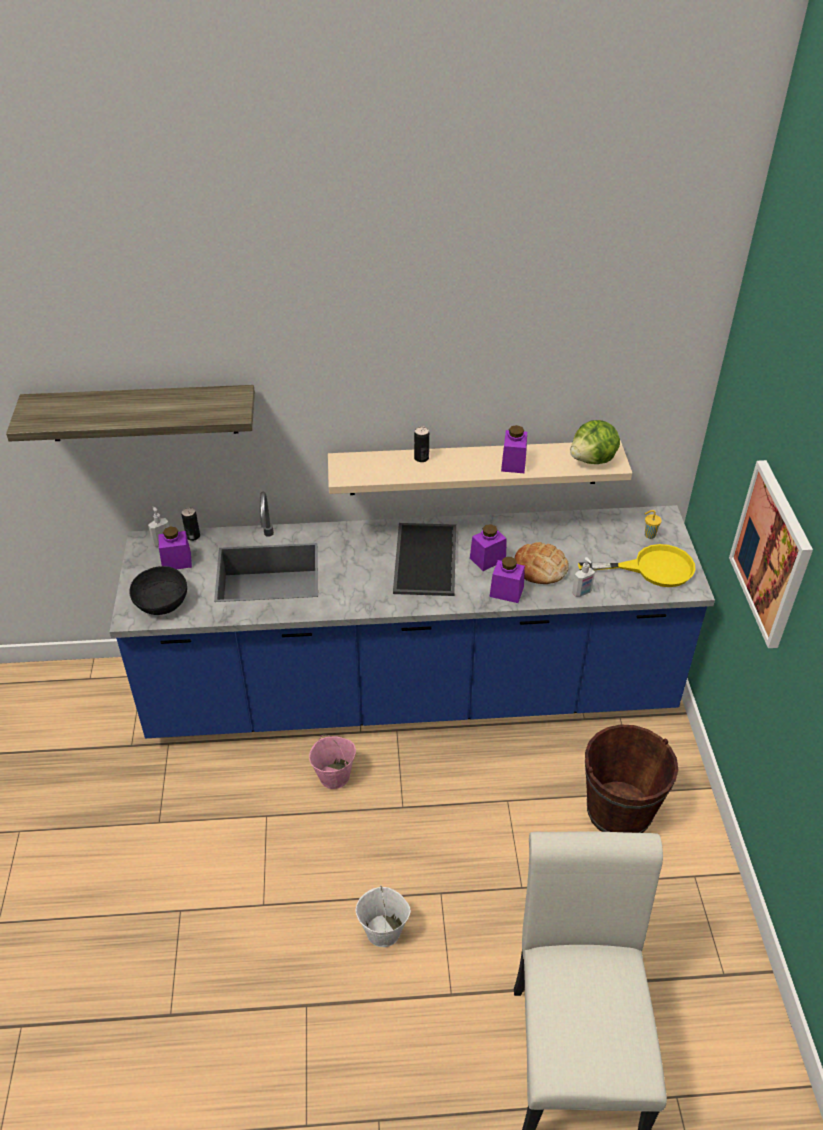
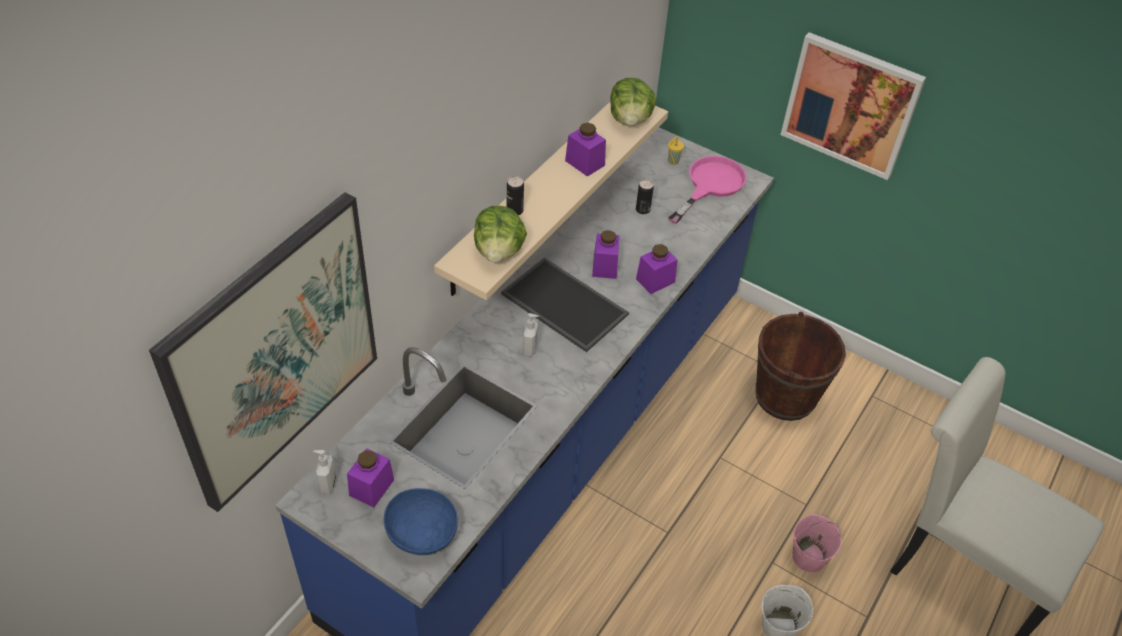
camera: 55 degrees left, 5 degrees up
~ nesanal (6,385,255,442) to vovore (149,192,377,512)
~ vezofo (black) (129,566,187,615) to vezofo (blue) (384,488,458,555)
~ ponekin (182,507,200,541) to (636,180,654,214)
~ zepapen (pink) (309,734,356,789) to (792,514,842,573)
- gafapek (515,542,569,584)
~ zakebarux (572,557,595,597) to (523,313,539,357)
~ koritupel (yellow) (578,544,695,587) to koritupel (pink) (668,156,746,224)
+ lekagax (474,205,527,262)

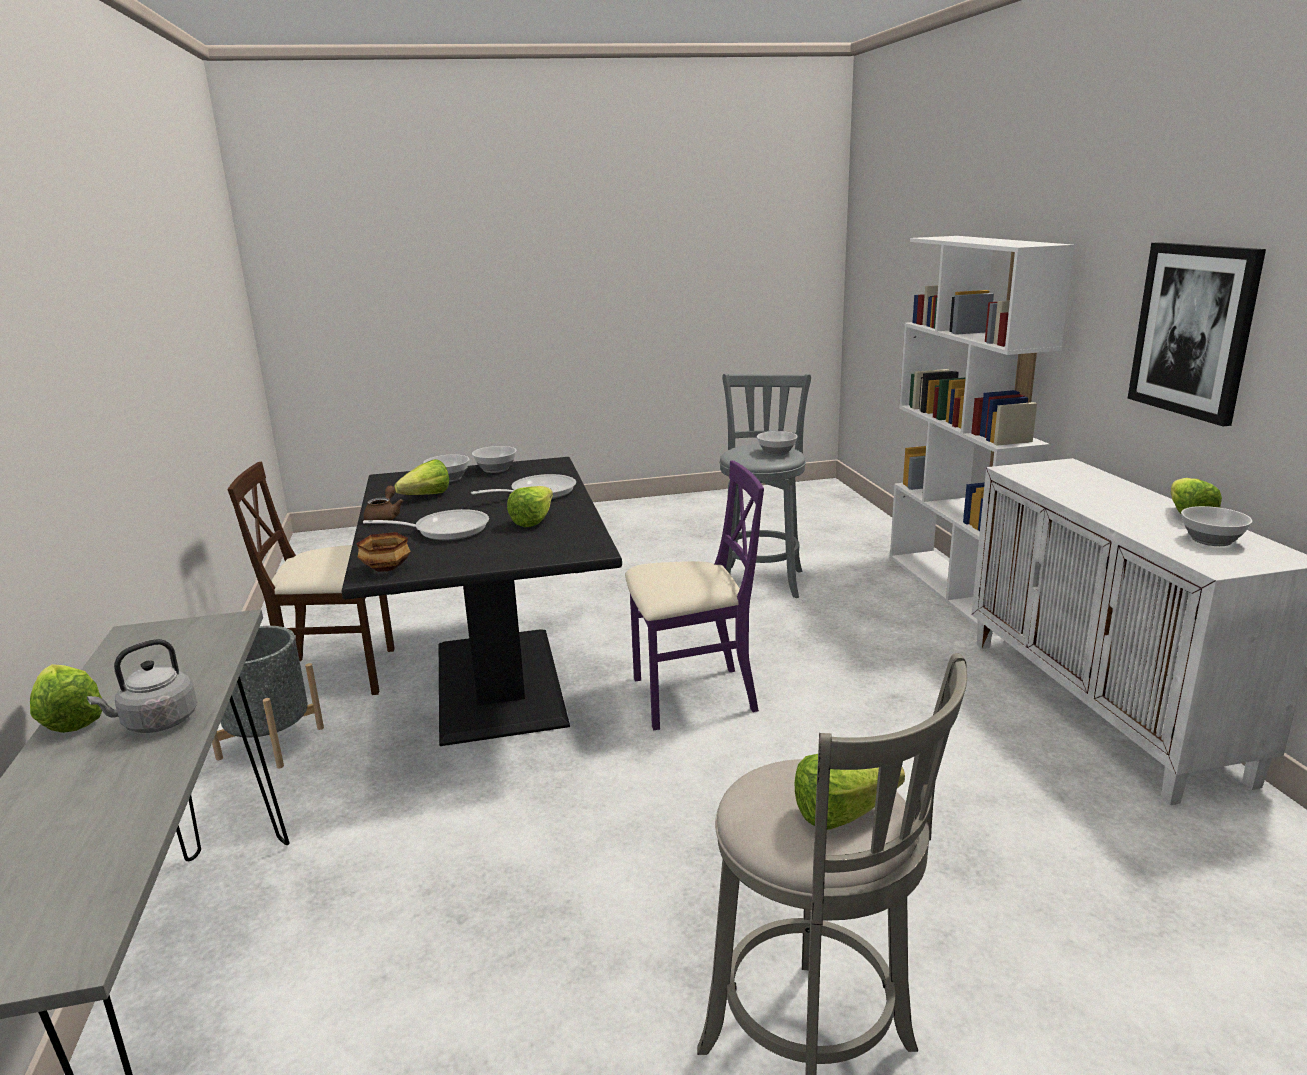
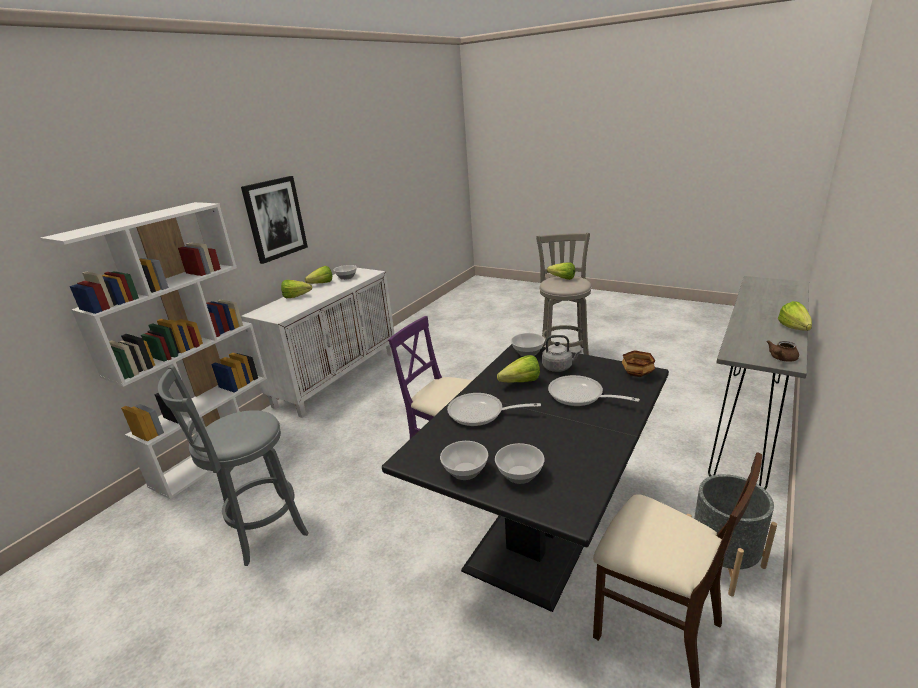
camera: 135 degrees left, 5 degrees up
~ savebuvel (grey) (87,639,197,733) to (542,335,582,372)
~ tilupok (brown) (364,486,403,520) to (767,340,799,362)
~ lekagax (394,459,449,495) to (281,280,312,298)
~ vezofo (757,431,798,456) to (511,333,545,356)

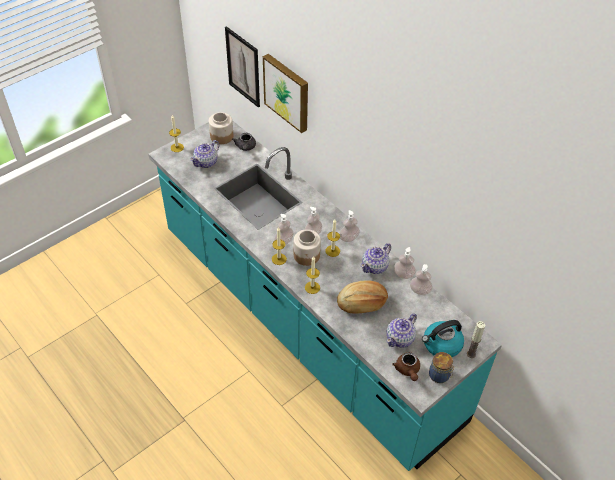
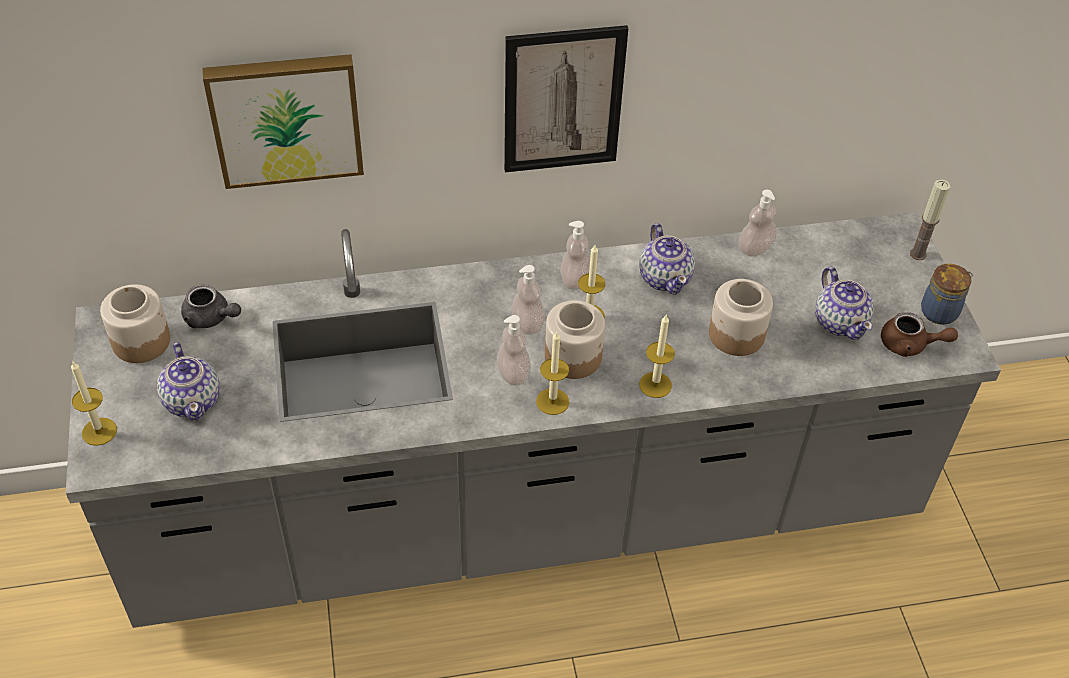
camera: 60 degrees left, 0 degrees up
~ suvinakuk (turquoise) (148,120,502,471) to suvinakuk (grey) (66,212,1001,628)
~ vovore (225,26,260,108) to (504,25,628,172)
~ gafapek (337,280,388,314) to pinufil (709,279,773,356)
- zakebarux (393,247,416,279)
- savebuvel (422,320,464,357)

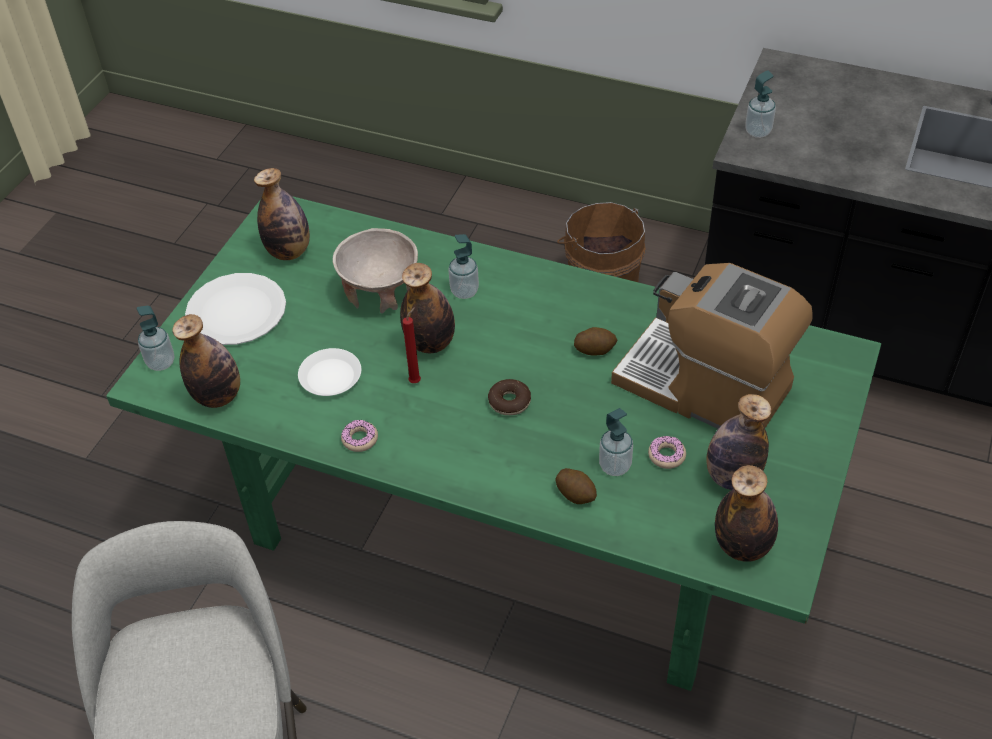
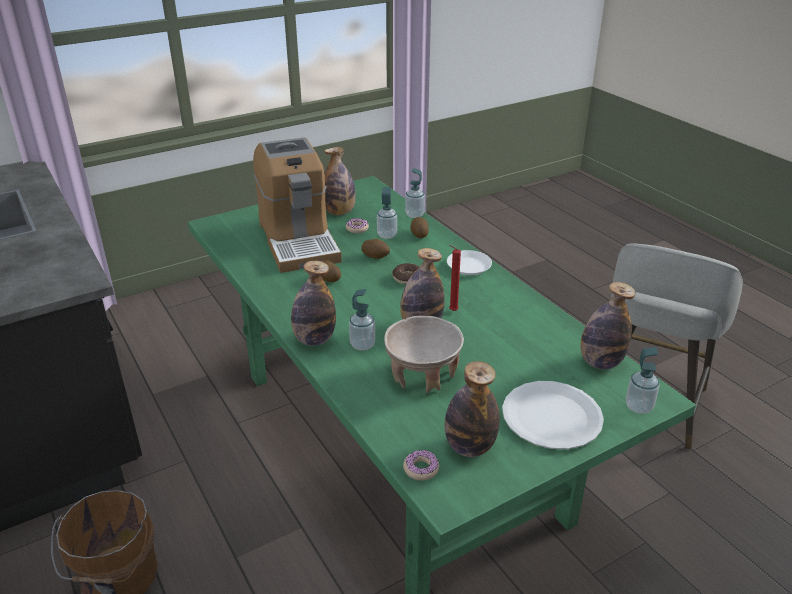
camera: 145 degrees left, 15 degrees down
~ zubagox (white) (298,348,361,396) to (447,250,492,275)
~ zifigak (341,420,378,452) to (403,450,439,481)
~ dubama (715,465,778,562) to (291,261,336,346)
~ zakebarux (745,70,776,138) to (405,168,425,218)
+ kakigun (361,239,390,259)

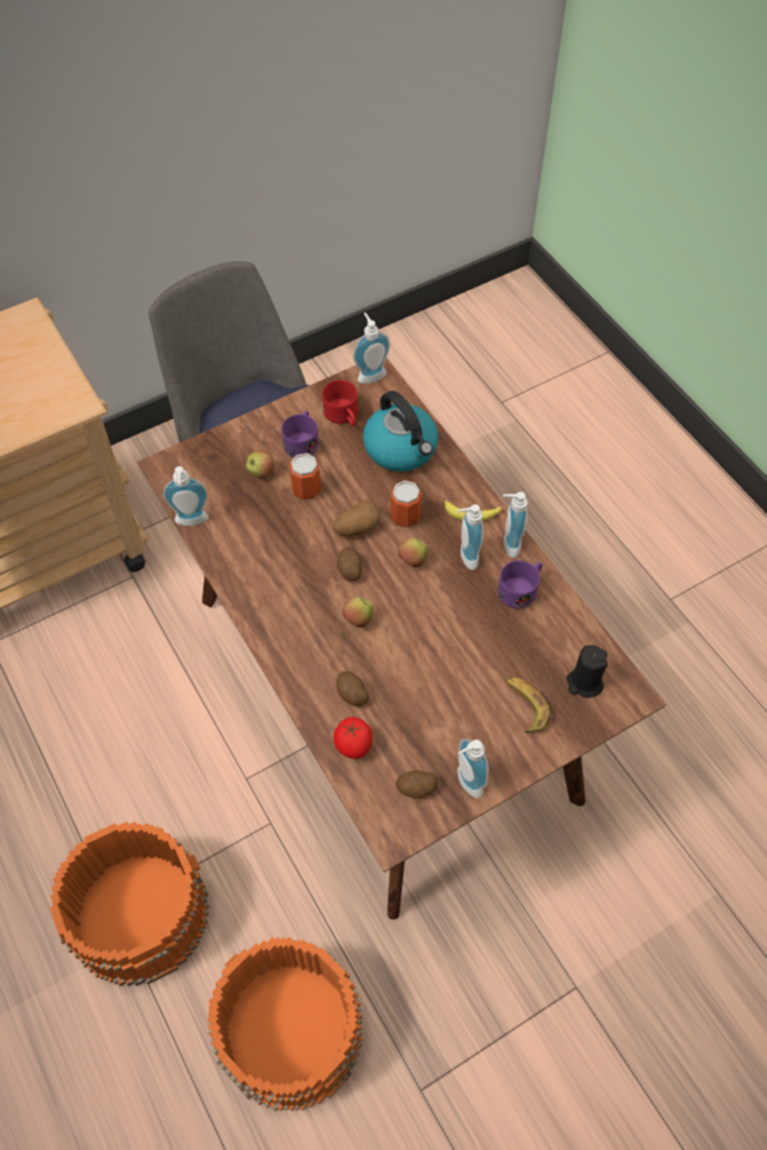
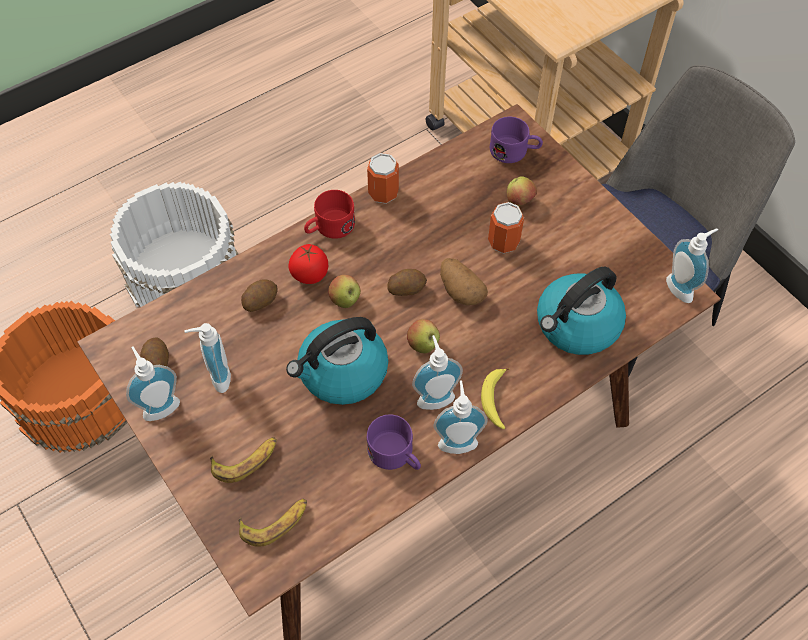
camera: 85 degrees right, 0 degrees up
~ zepapen (orange) (50,822,209,986) to zepapen (white) (110,182,238,307)
~ zakebarux (163,466,209,526) to (184,323,231,393)
~ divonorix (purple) (281,410,319,458) to (490,117,543,163)
~ divonorix (red) (322,380,358,426) to (304,190,355,239)
~ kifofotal (333,717,373,759) to (288,244,328,284)
~ ponekin (391,480,422,528) to (367,153,399,204)
~ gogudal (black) (566,645,608,698) to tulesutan (239,499,307,547)
+ savebuvel (286,317,388,405)

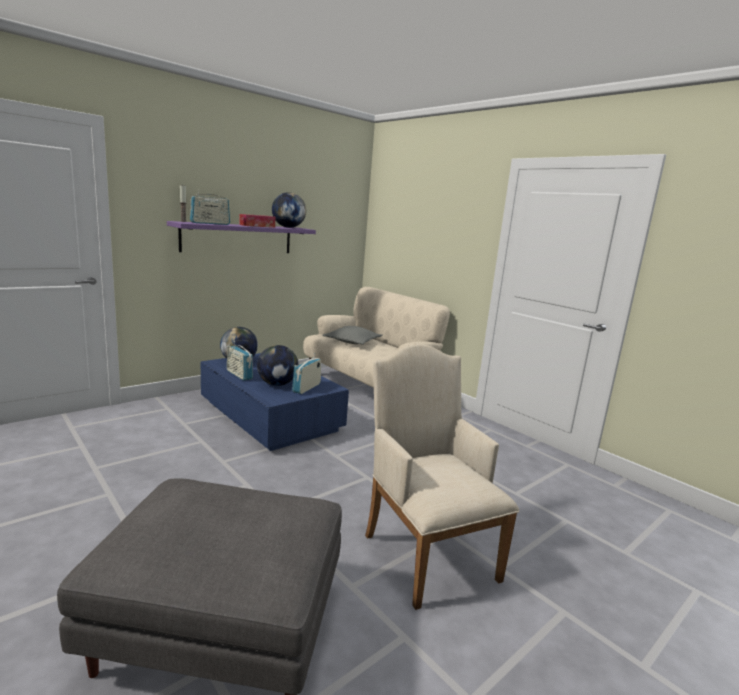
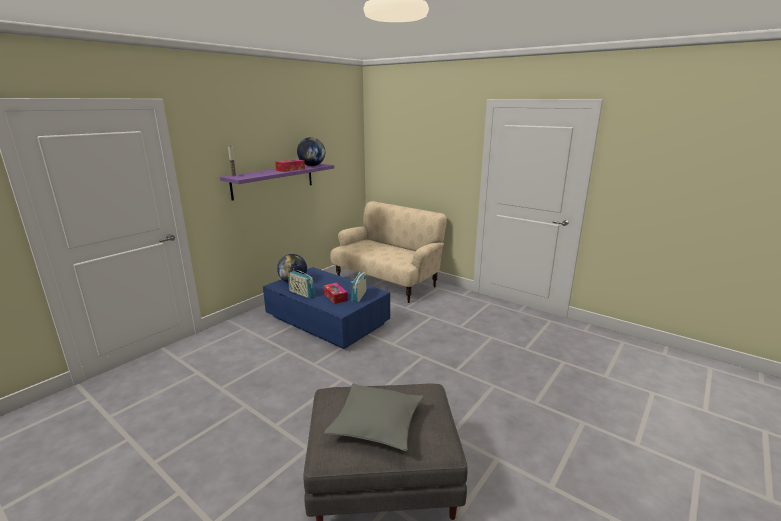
camera: 10 degrees left, 5 degrees up
- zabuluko (190,190,230,225)
~ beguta (257,345,298,386) to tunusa (323,283,348,304)
~ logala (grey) (322,326,382,345) to (324,383,424,451)
- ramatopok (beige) (365,344,519,610)

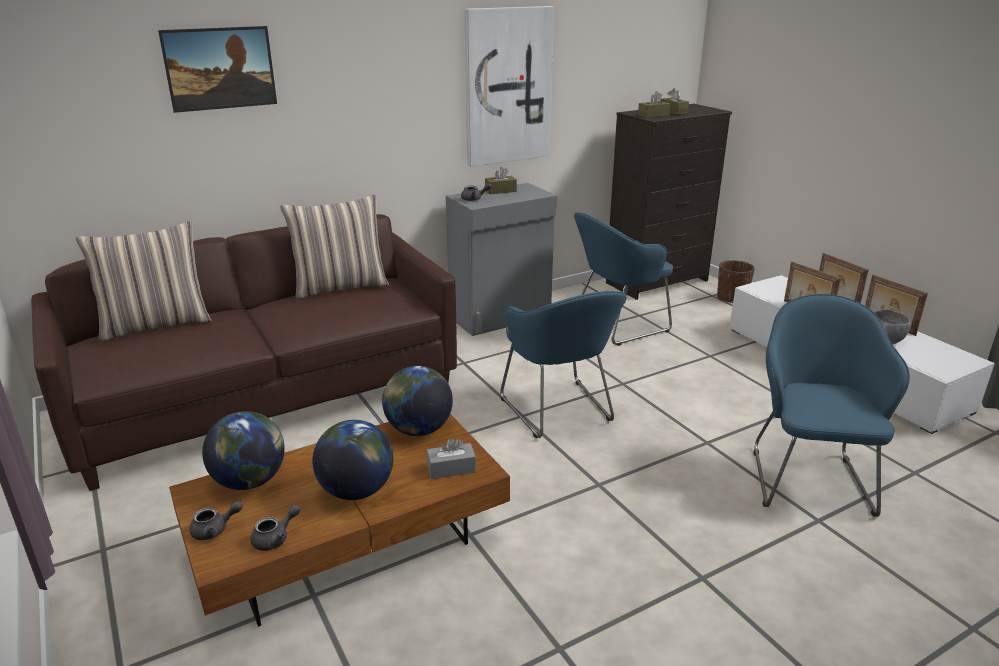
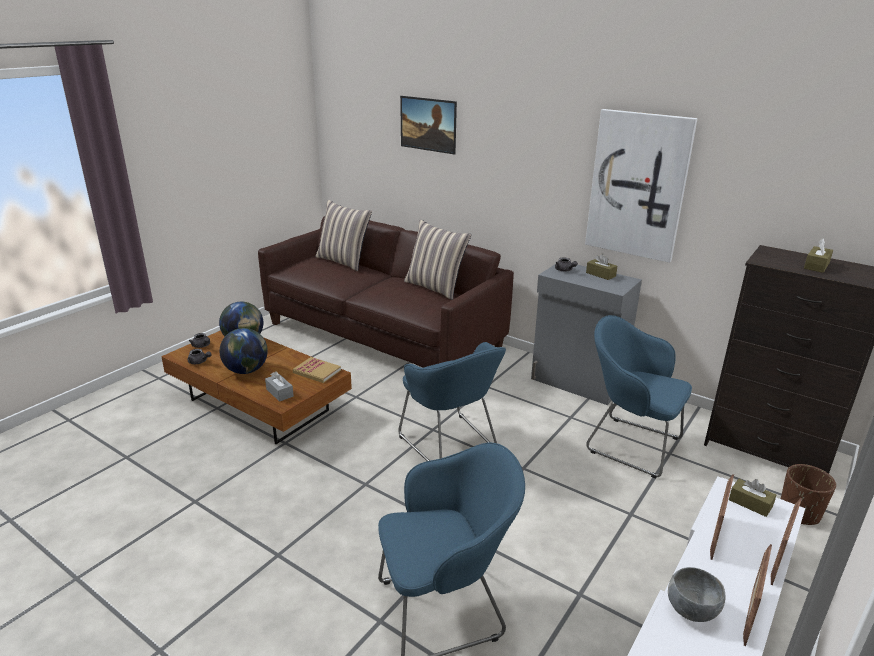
camera: 65 degrees right, 0 degrees up
~ beguta (382,366,453,436) to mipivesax (293,357,341,383)
~ ramatopok (blue) (500,291,626,438) = (398,342,506,461) 75 degrees counterclockwise
~ tunusa (brown) (638,91,670,118) to (729,479,776,517)

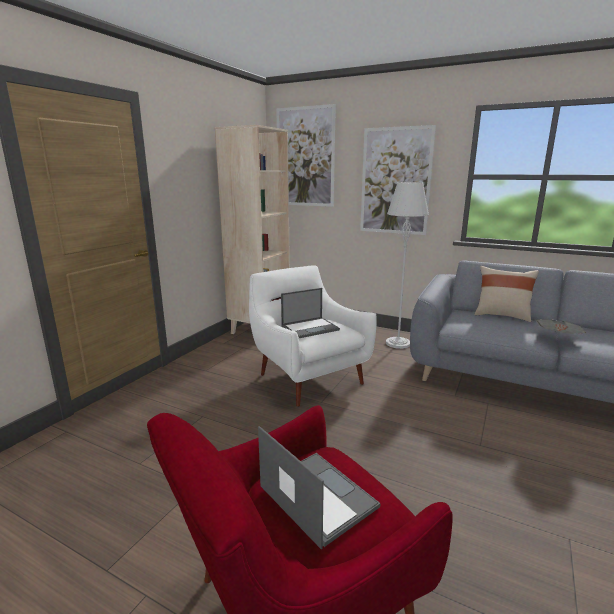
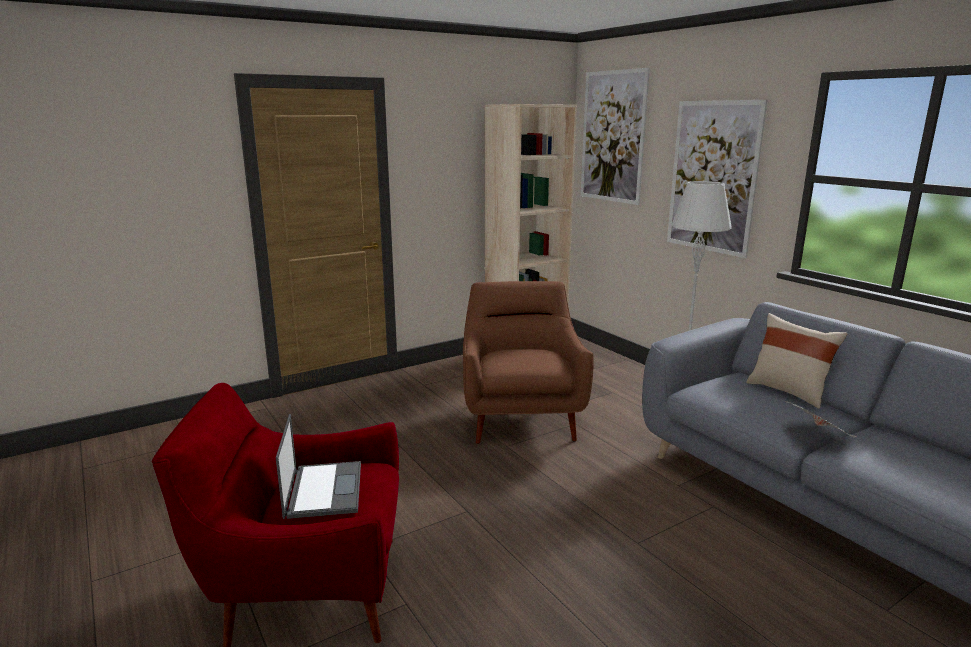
camera: 30 degrees right, 0 degrees up
~ ramatopok (white) (249,265,377,407) to ramatopok (brown) (463,281,594,444)
- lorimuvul (281,288,340,338)

